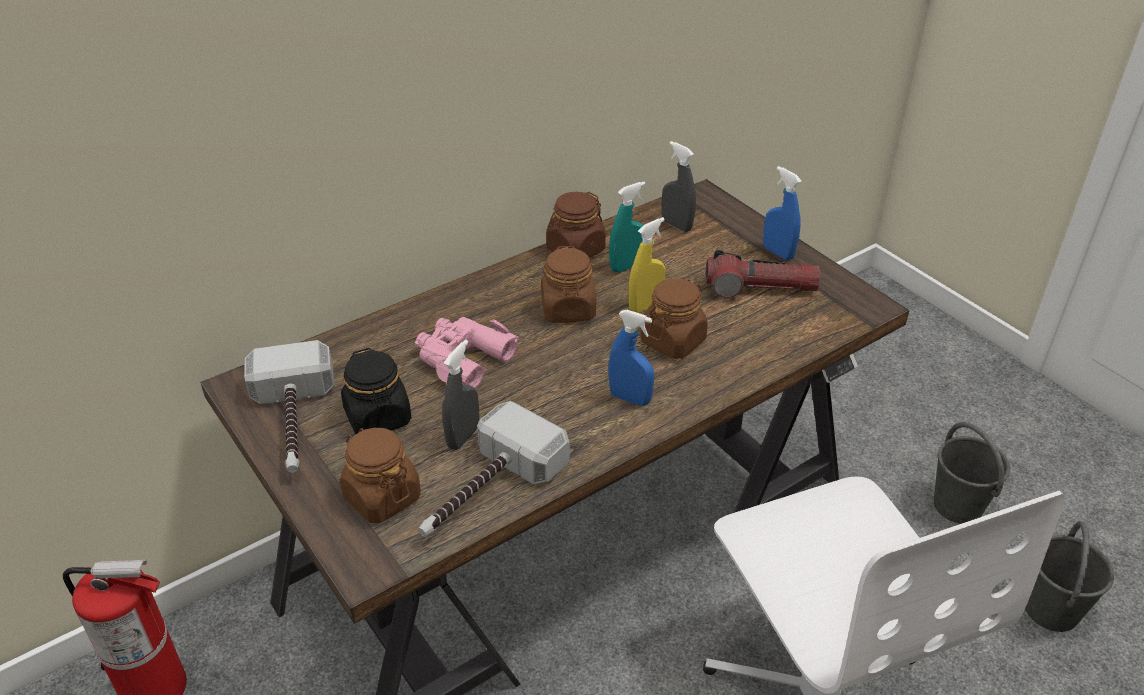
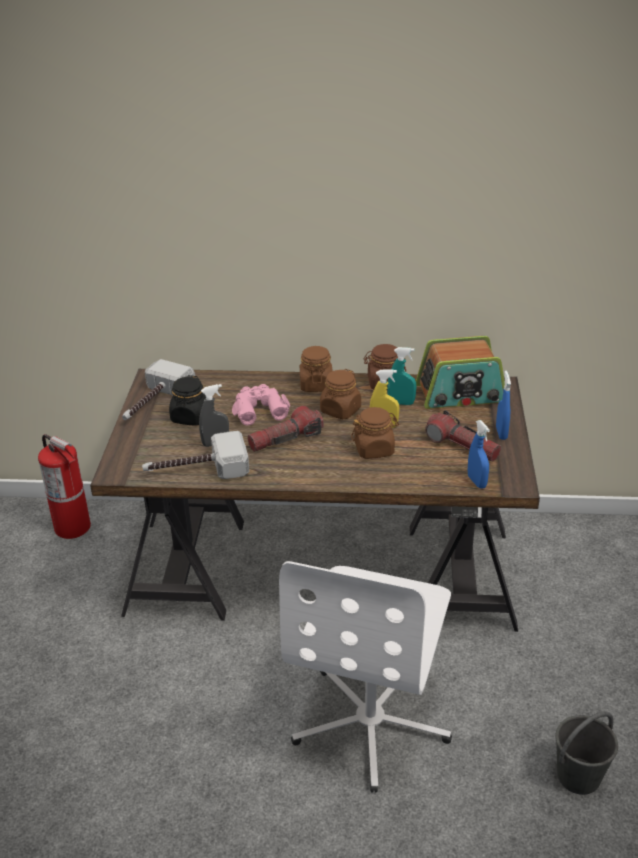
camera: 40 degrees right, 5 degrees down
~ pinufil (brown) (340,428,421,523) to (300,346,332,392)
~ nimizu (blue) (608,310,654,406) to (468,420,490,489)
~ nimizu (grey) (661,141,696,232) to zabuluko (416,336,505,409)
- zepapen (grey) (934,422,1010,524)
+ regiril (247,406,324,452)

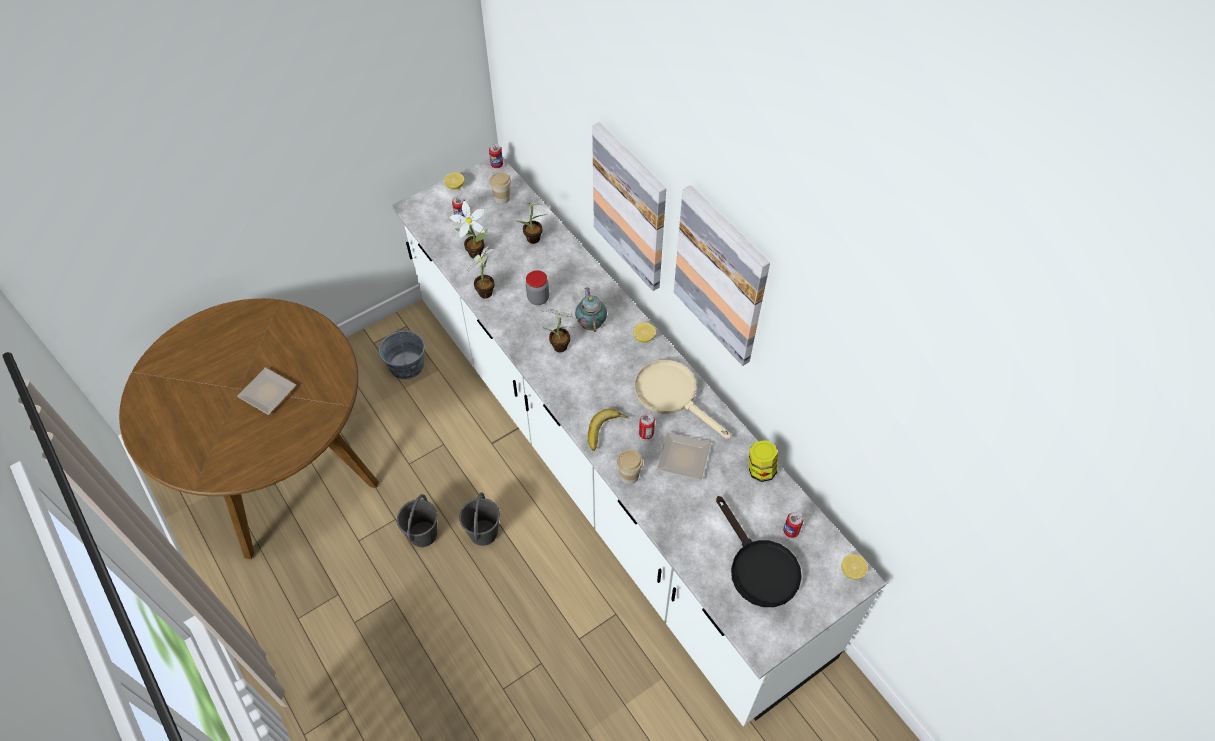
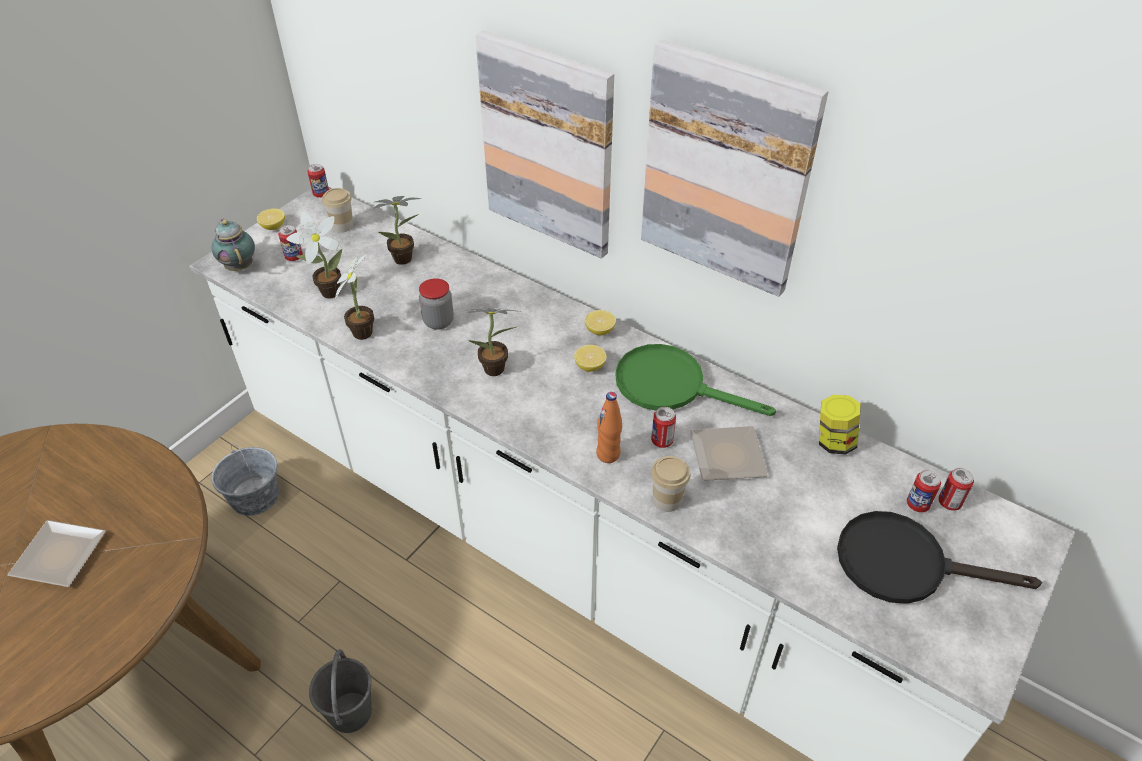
camera: 20 degrees left, 10 degrees down
- zepapen (grey) (459,492,500,546)
~ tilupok (575,287,607,332) to (211,219,255,271)
~ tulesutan (588,408,630,451) to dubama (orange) (596,392,622,463)
~ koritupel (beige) (635,360,731,439) to koritupel (green) (616,344,776,416)
~ koritupel (black) (716,496,802,607) = (837,511,1042,604) 150 degrees clockwise
~ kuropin (841,554,868,579) to (574,345,607,372)
+ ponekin (938,468,974,511)

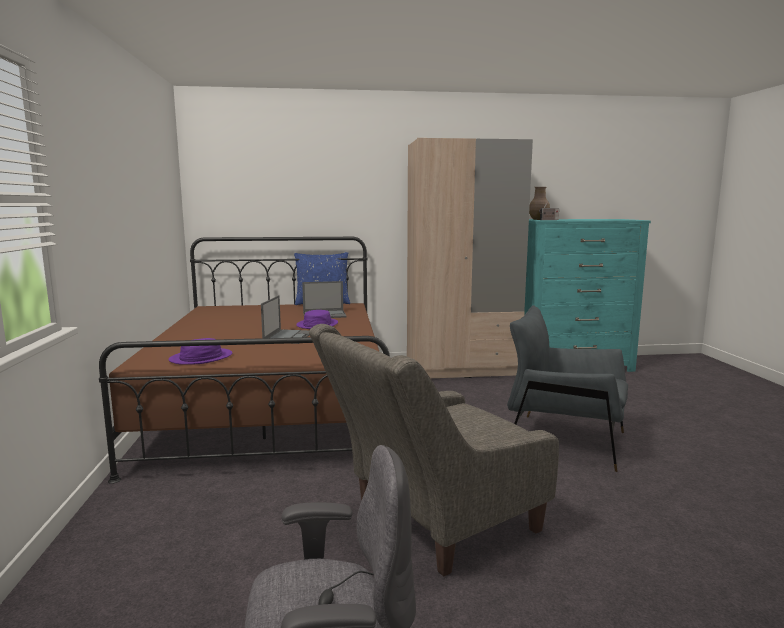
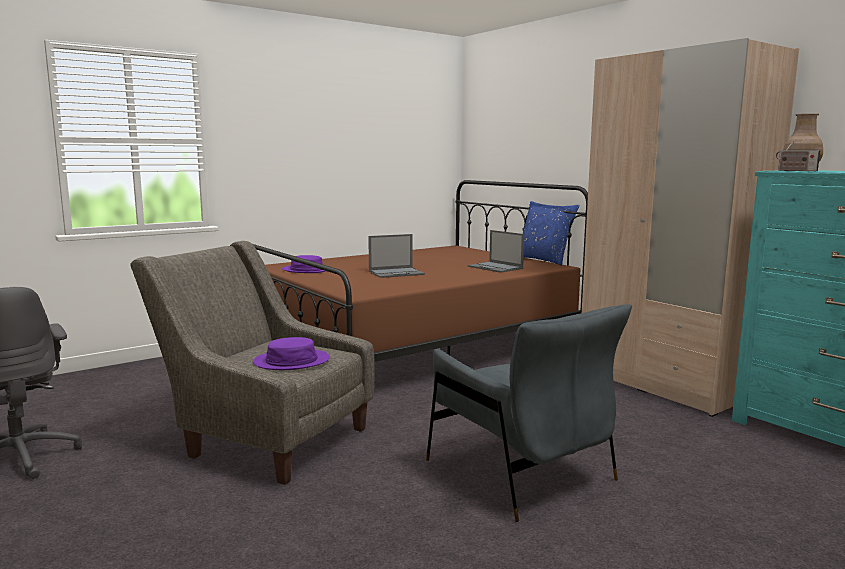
camera: 60 degrees right, 0 degrees up
~ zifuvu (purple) (296,310,338,329) to (253,337,330,370)
~ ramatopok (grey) (507,305,628,472) = (426,304,632,522) 150 degrees clockwise

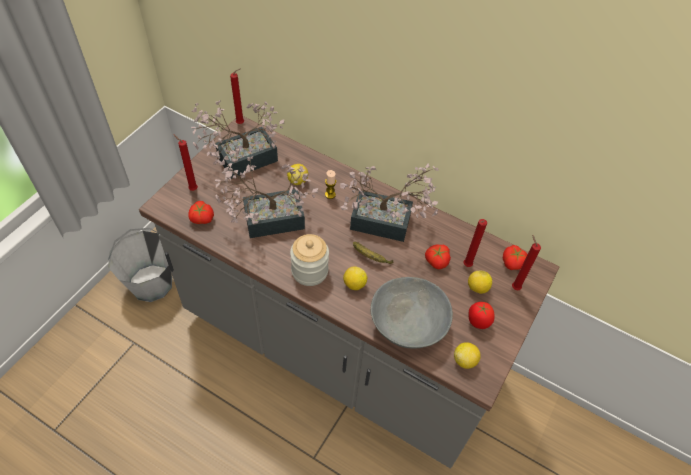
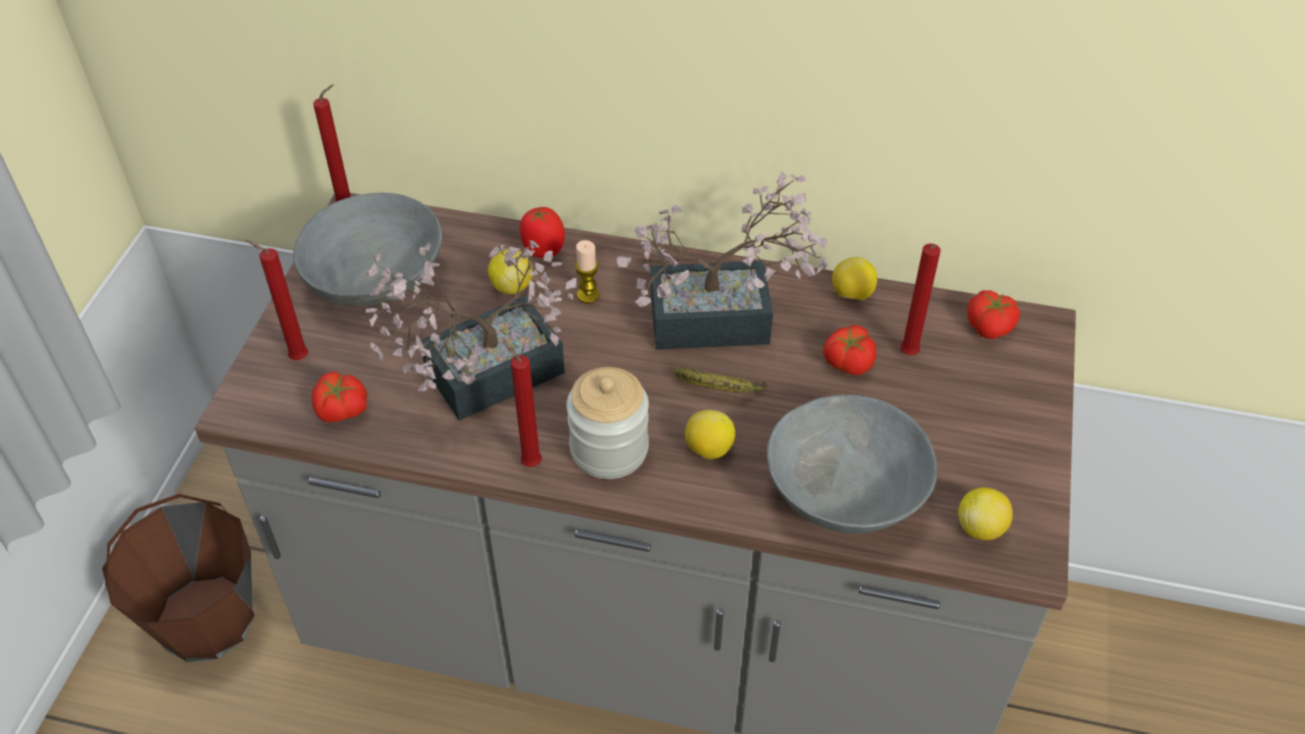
camera: 15 degrees left, 5 degrees down
~ zepapen (grey) (108,228,172,302) to zepapen (brown) (102,494,255,662)
~ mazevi (191,99,284,179) to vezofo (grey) (293,193,442,307)
~ kuropin (468,271,492,294) to (832,257,878,300)
~ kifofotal (468,302,495,329) to (520,207,565,258)
~ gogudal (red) (512,235,541,290) to (503,340,542,467)

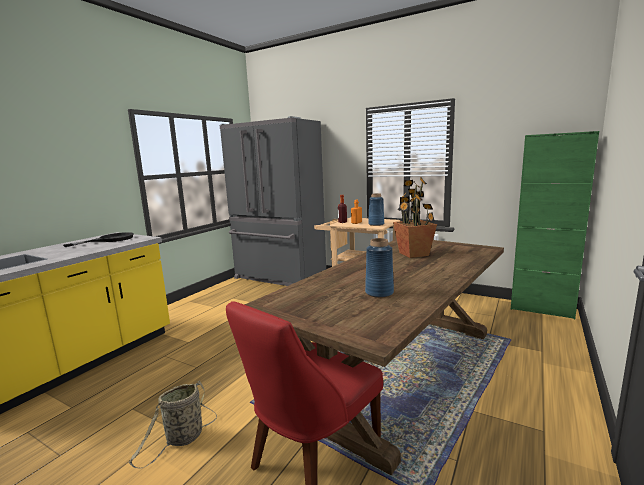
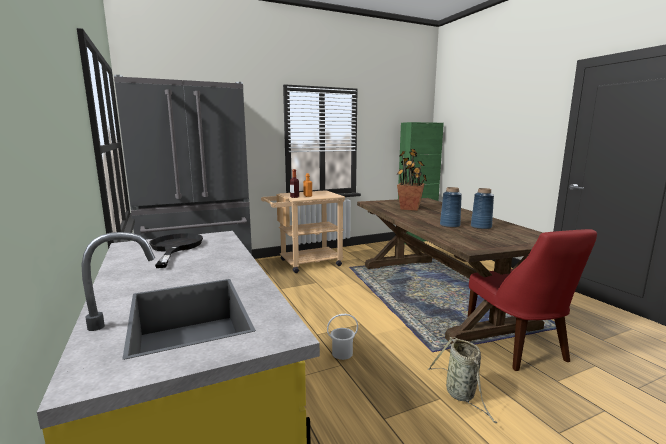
camera: 55 degrees left, 0 degrees up
~ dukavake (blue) (368,193,384,226) to (440,187,462,228)
+ zepapen (white) (327,314,358,360)

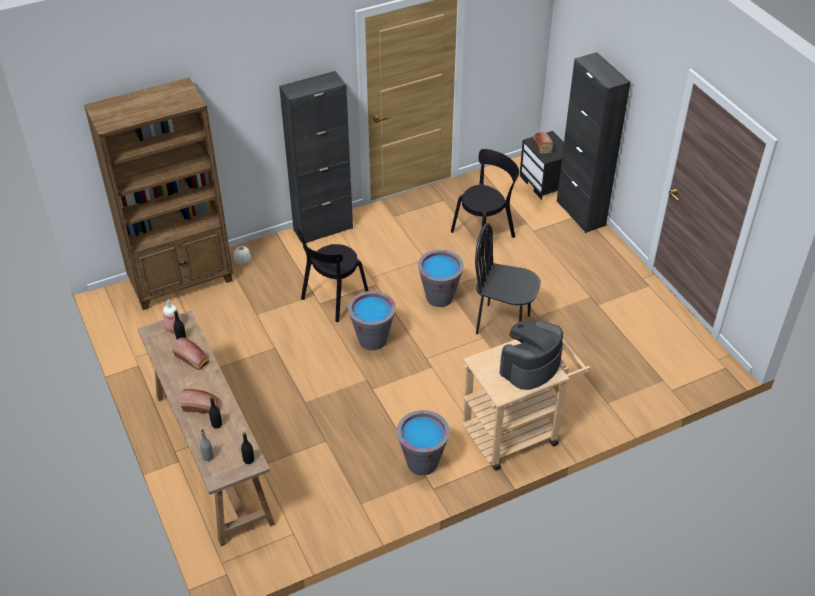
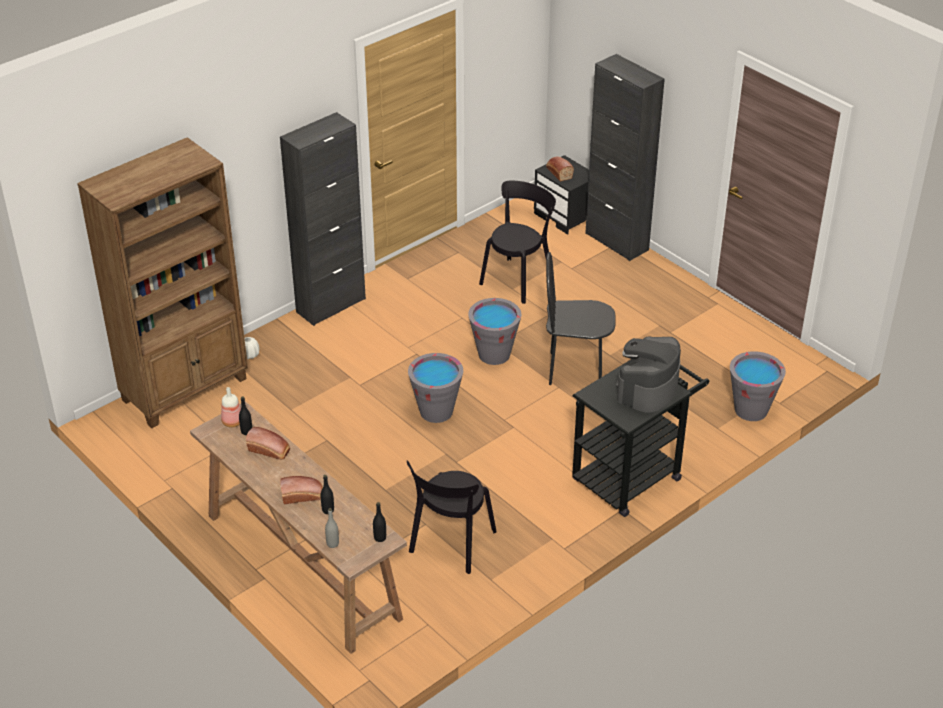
camera: 15 degrees left, 5 degrees down
~ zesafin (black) (297,228,369,322) to (407,460,497,574)
~ zepapen (grey) (397,410,450,475) to (730,351,786,421)
~ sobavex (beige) (462,339,591,470) to sobavex (black) (572,360,709,517)

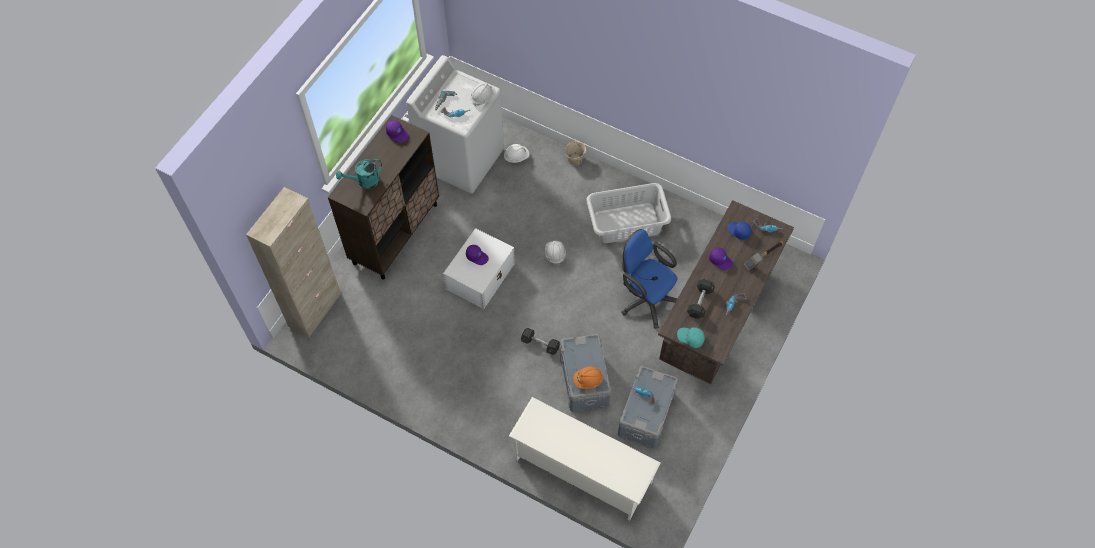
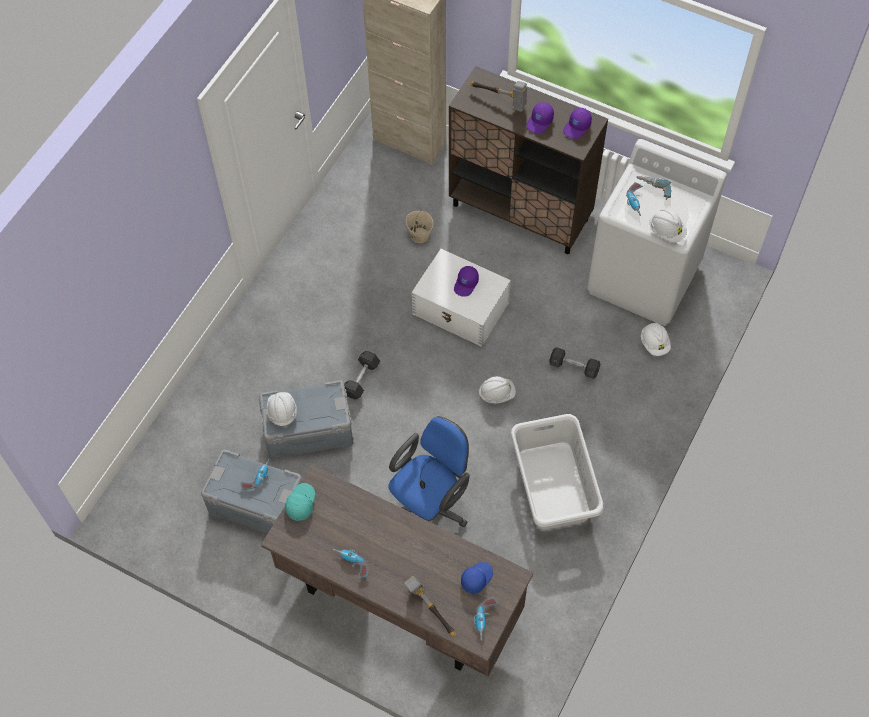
camera: 90 degrees right, 0 degrees up
~ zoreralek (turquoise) (336,159,382,189) to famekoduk (470,81,527,112)
- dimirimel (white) (509,397,661,521)
~ zepapen (beige) (565,142,586,166) to (406,209,434,243)
~ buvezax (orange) (573,367,603,389) to buvezax (white) (267,392,297,428)
~ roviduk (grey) (687,279,715,319) to (549,347,601,379)
~ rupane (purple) (709,248,733,270) to (526,102,554,133)

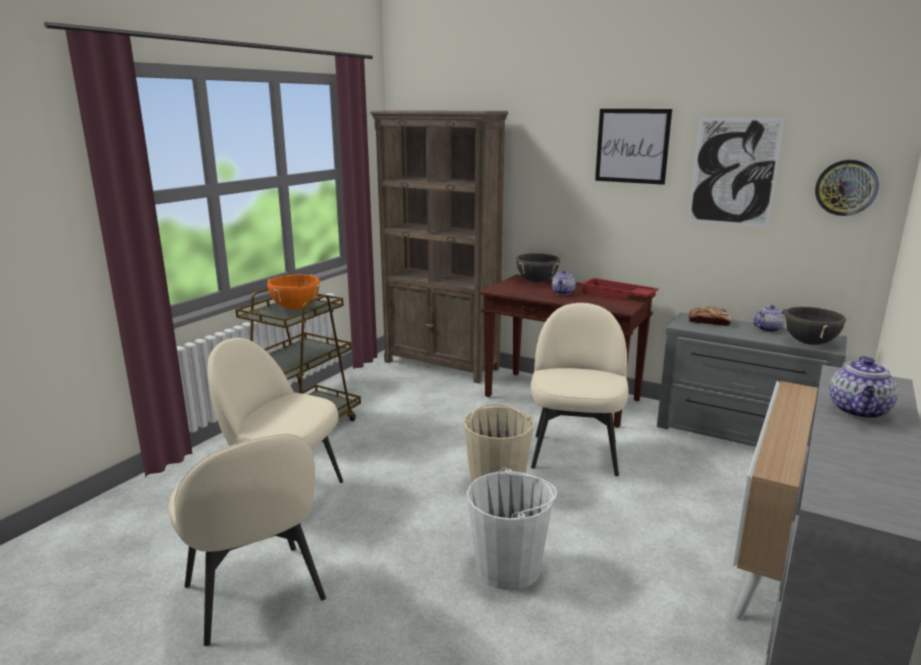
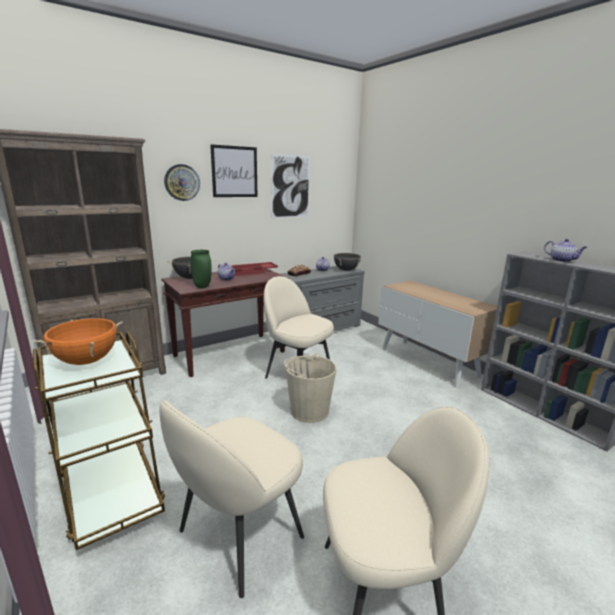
camera: 65 degrees left, 0 degrees up
- zepapen (white) (467,467,557,590)
~ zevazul (815,160,879,216) to (164,164,200,201)
+ dukavake (green) (190,250,212,288)

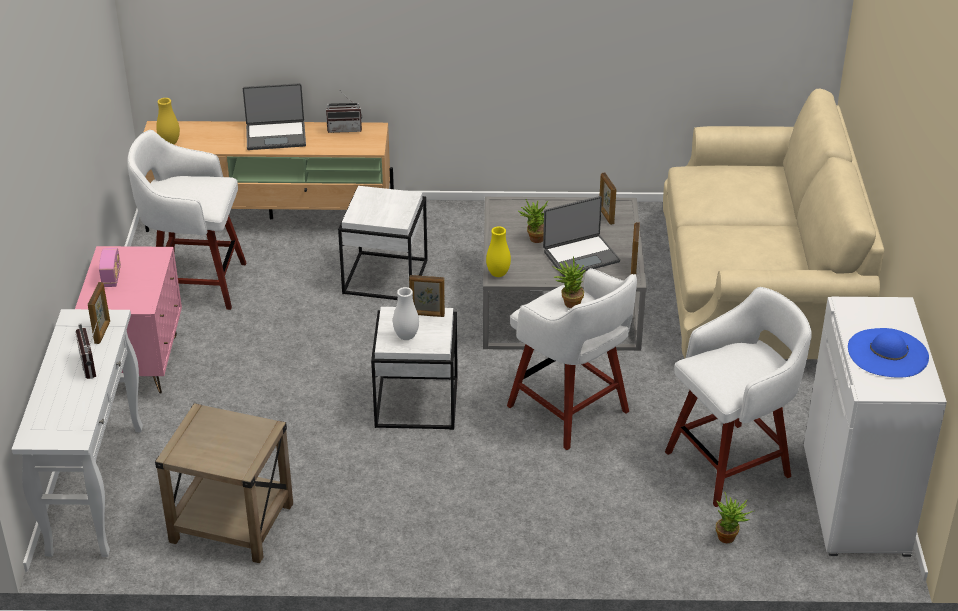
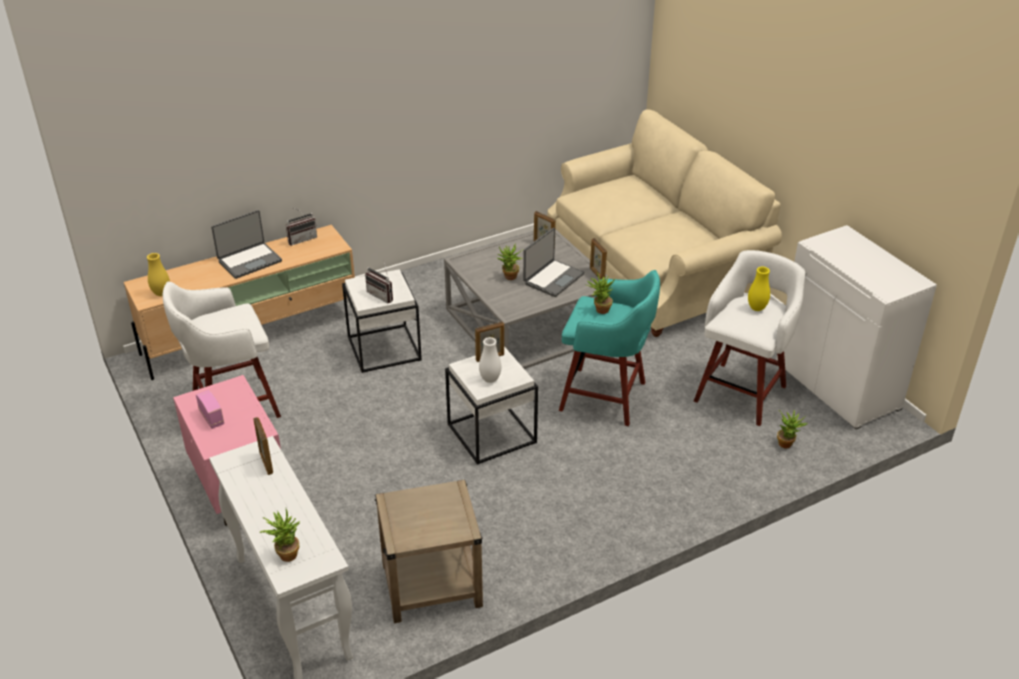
camera: 30 degrees left, 0 degrees up
~ zabuluko (75,320,98,379) to (365,262,393,303)
~ dukavake (yellow) (486,226,511,277) to (748,267,770,311)
~ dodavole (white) (507,268,637,450) to dodavole (turquoise) (559,270,660,426)
- zifuvu (blue) (848,328,929,378)
+ mazevi (260,509,300,562)

